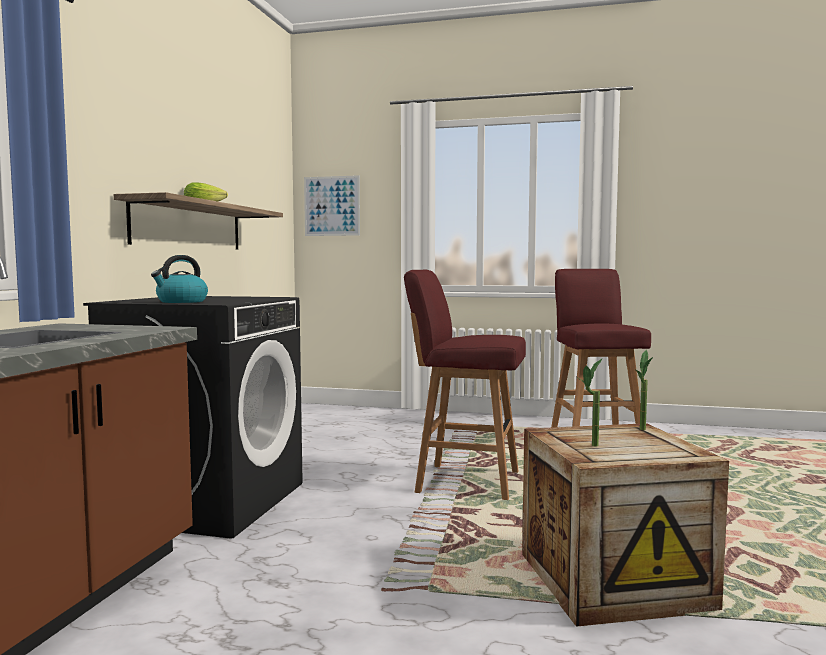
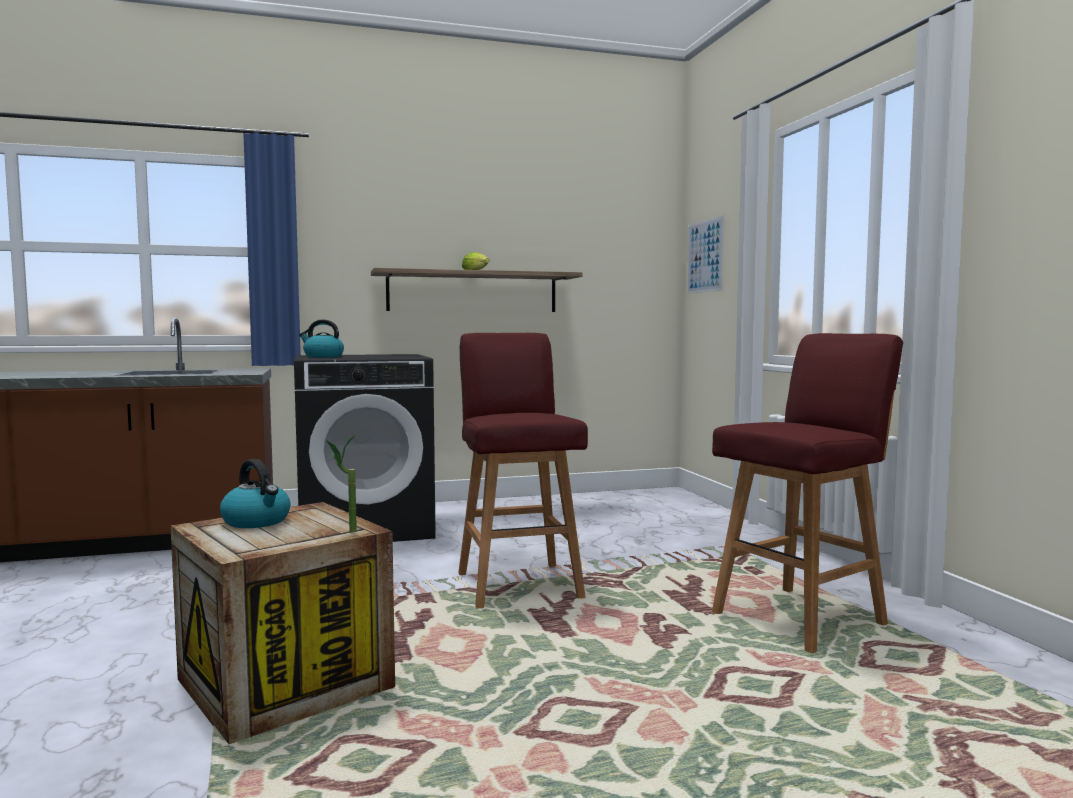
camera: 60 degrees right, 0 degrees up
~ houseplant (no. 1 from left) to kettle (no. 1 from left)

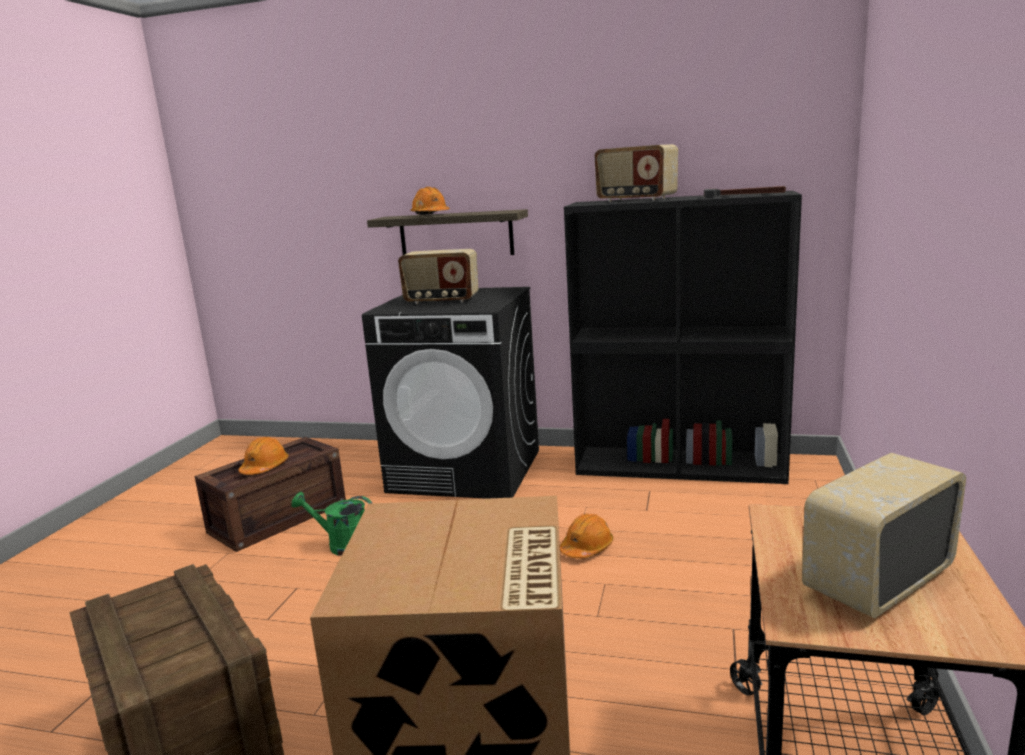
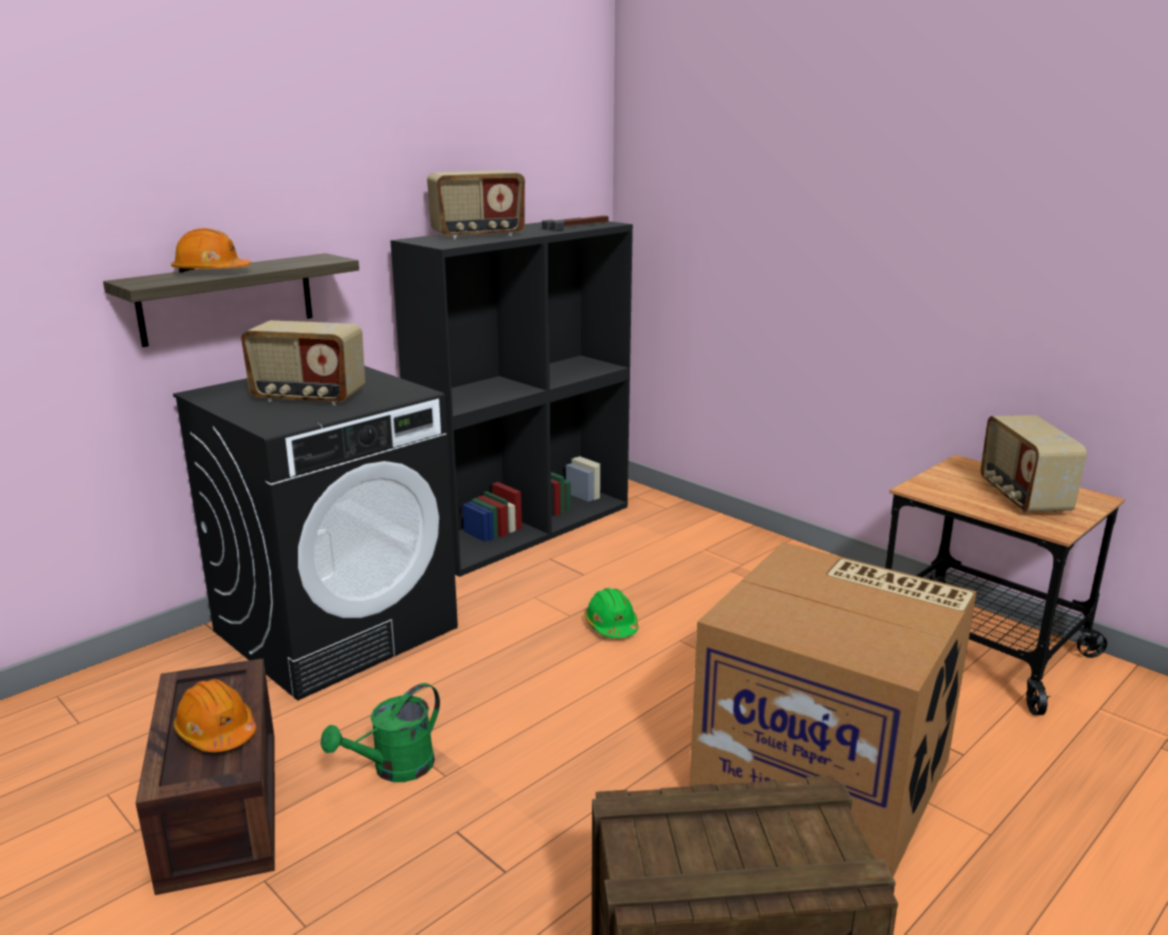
camera: 60 degrees left, 5 degrees up
~ work helmet (orange-coloured) (no. 3 from left) to work helmet (green)
~ radio (no. 1 from left) 60 degrees clockwise

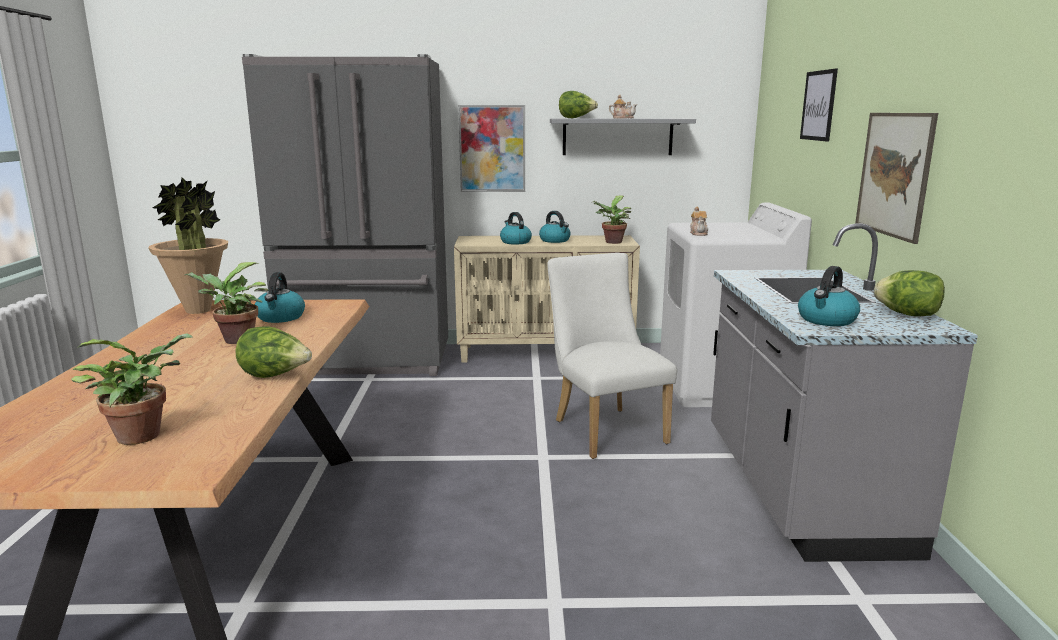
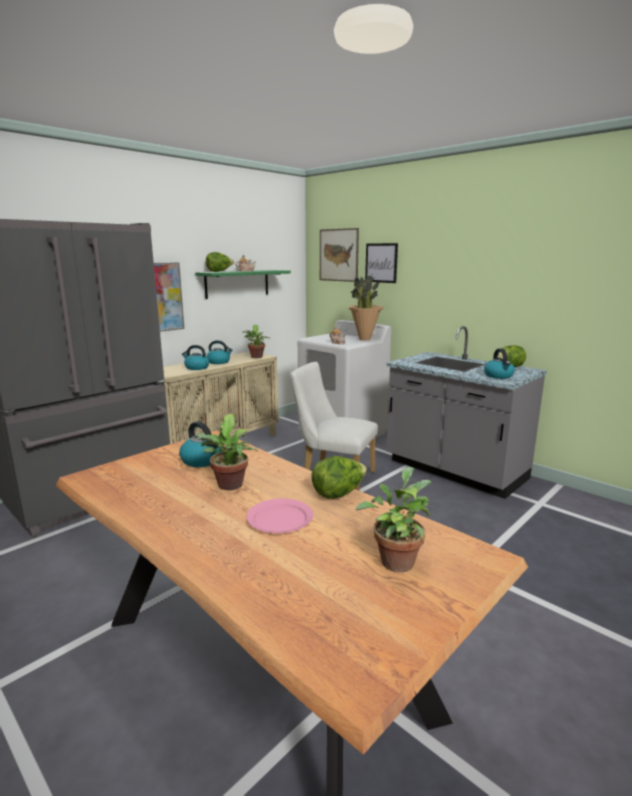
camera: 45 degrees left, 0 degrees up
+ dinner plate (pink-coloured)
~ houseplant (no. 2 from left in the first image) to houseplant (no. 3 from left)
~ picture (no. 3 from left in the first image) to picture (no. 2 from left)
~ wall shelf (greyish) to wall shelf (green)

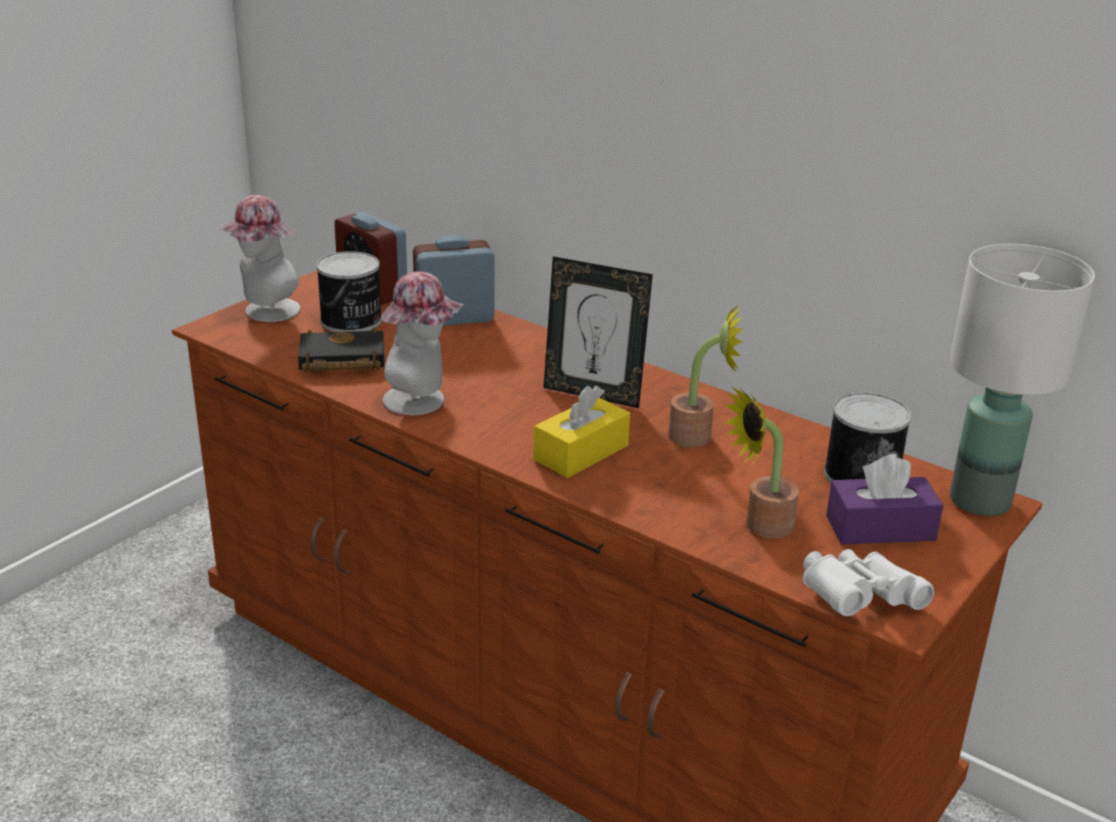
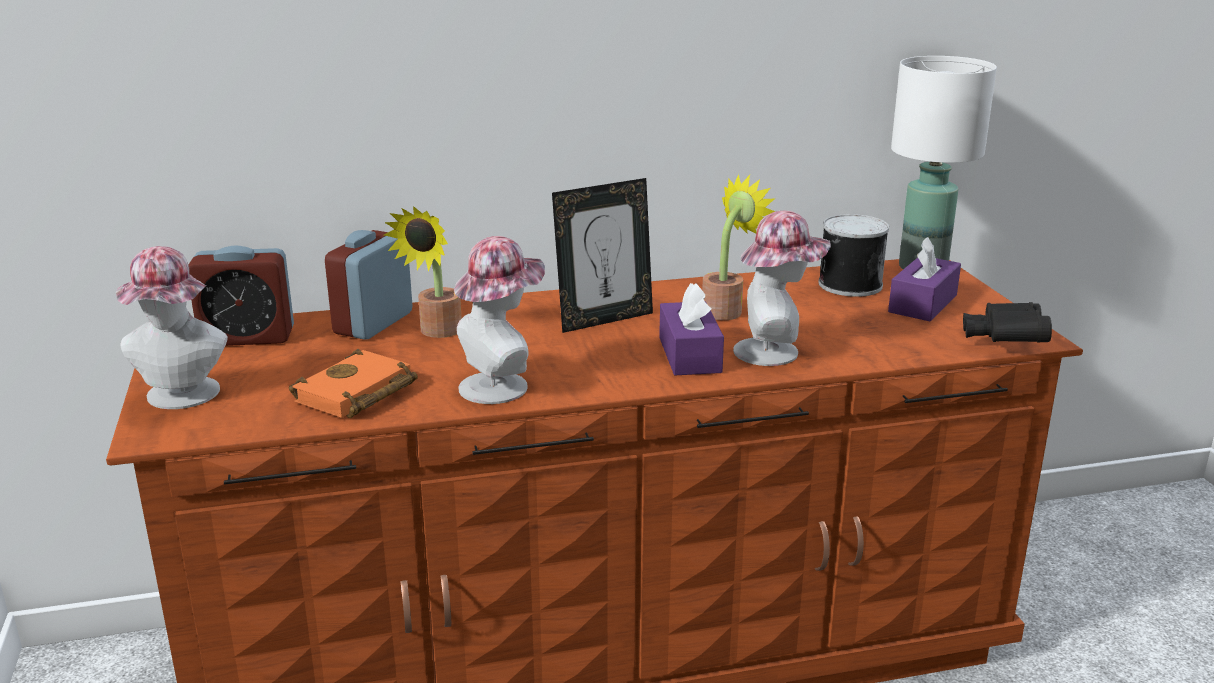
camera: 50 degrees left, 5 degrees down
- can (no. 1 from left)
+ clothing hat (no. 3 from left)
~ houseplant (no. 2 from left in the first image) to houseplant (no. 1 from left)
~ bound book (black-coloured) to bound book (orange-coloured)
~ box of tissues (yellow-coloured) to box of tissues (purplish) (no. 1 from left)
~ binoculars (white-coloured) to binoculars (black-coloured)

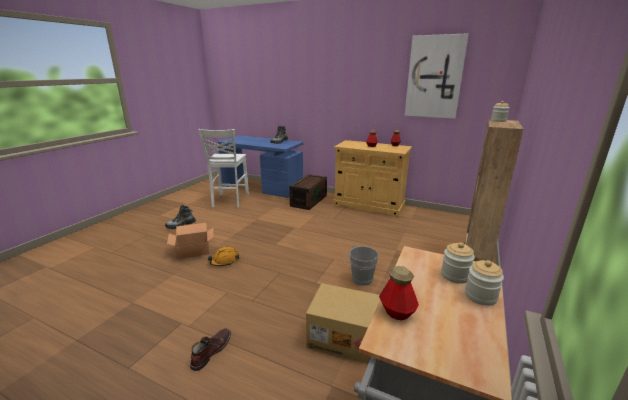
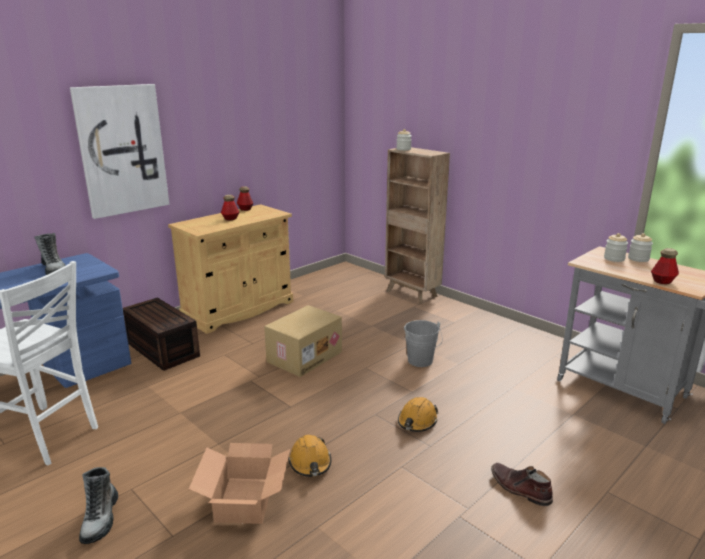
camera: 70 degrees left, 0 degrees up
+ work helmet (orange-coloured) (no. 2 from left)
~ cardboard box (no. 2 from left)
~ picture

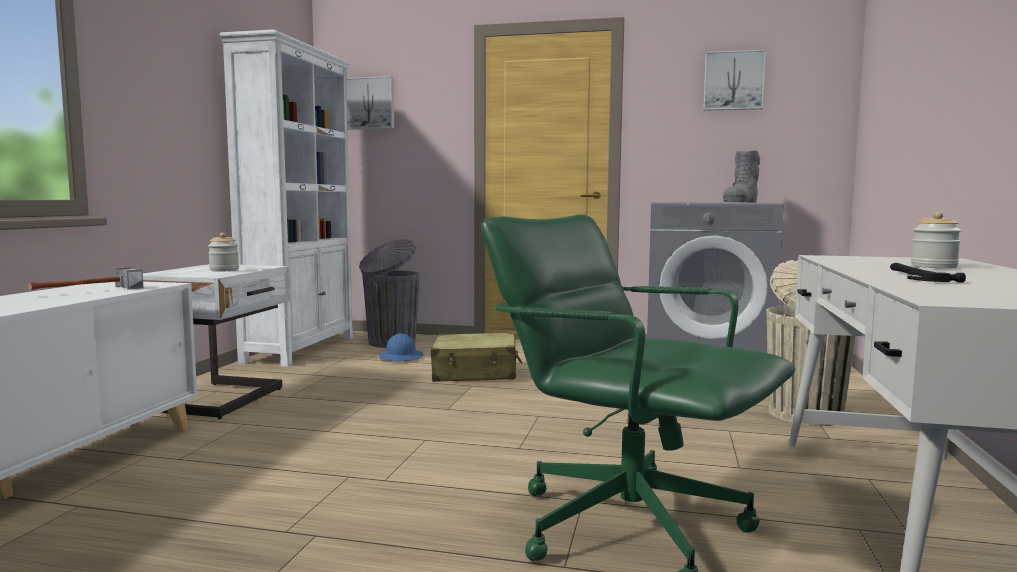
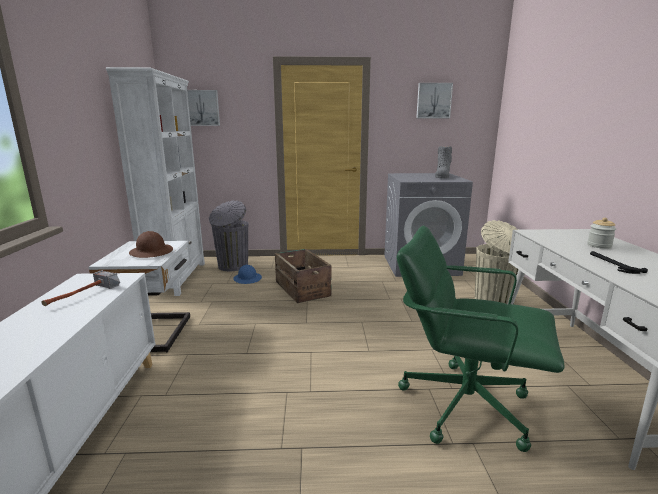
camera: 15 degrees left, 10 degrees up
~ jar (no. 1 from left) to work helmet (brown-coloured)
~ travel case (beige) to packing crate

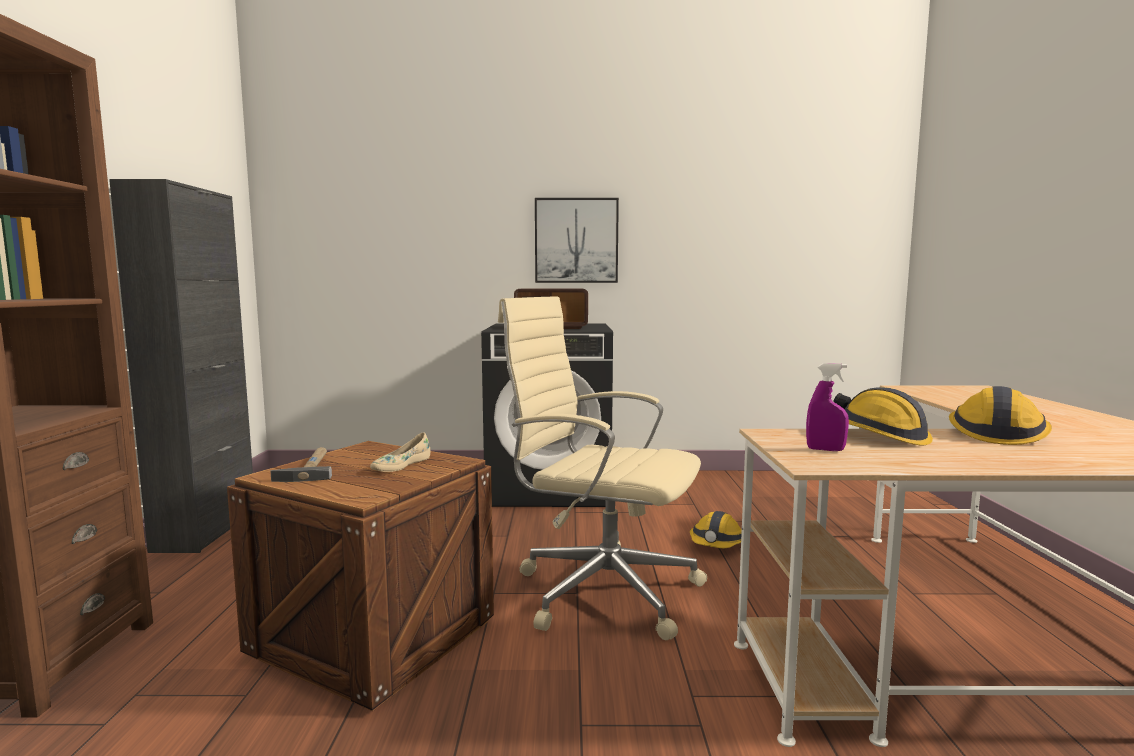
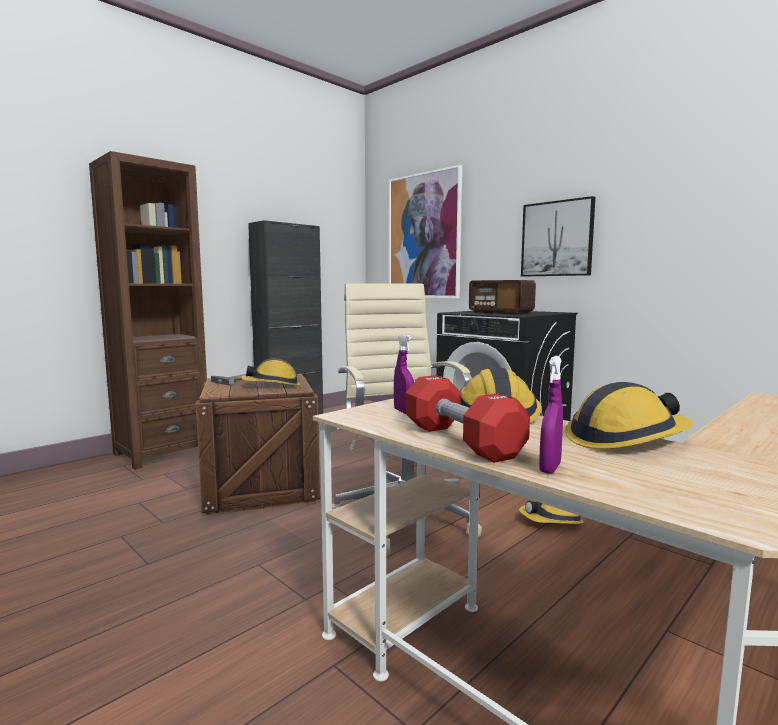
camera: 45 degrees right, 0 degrees up
+ picture (no. 1 from left)
+ free weight (red-coloured)
+ spray bottle (purplish) (no. 2 from left)
~ item of footwear (beige) to work helmet (no. 1 from left)

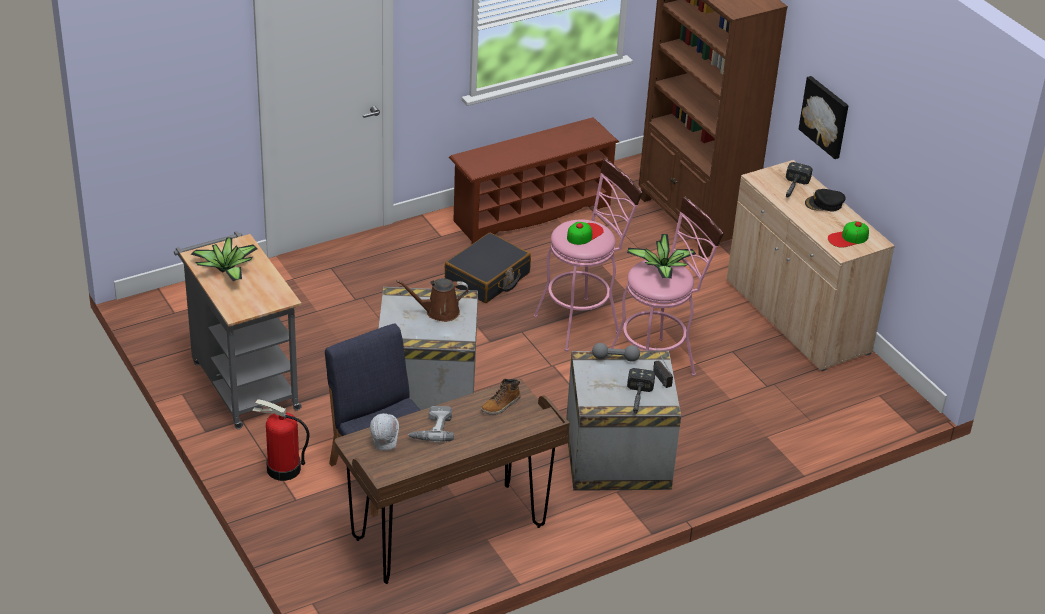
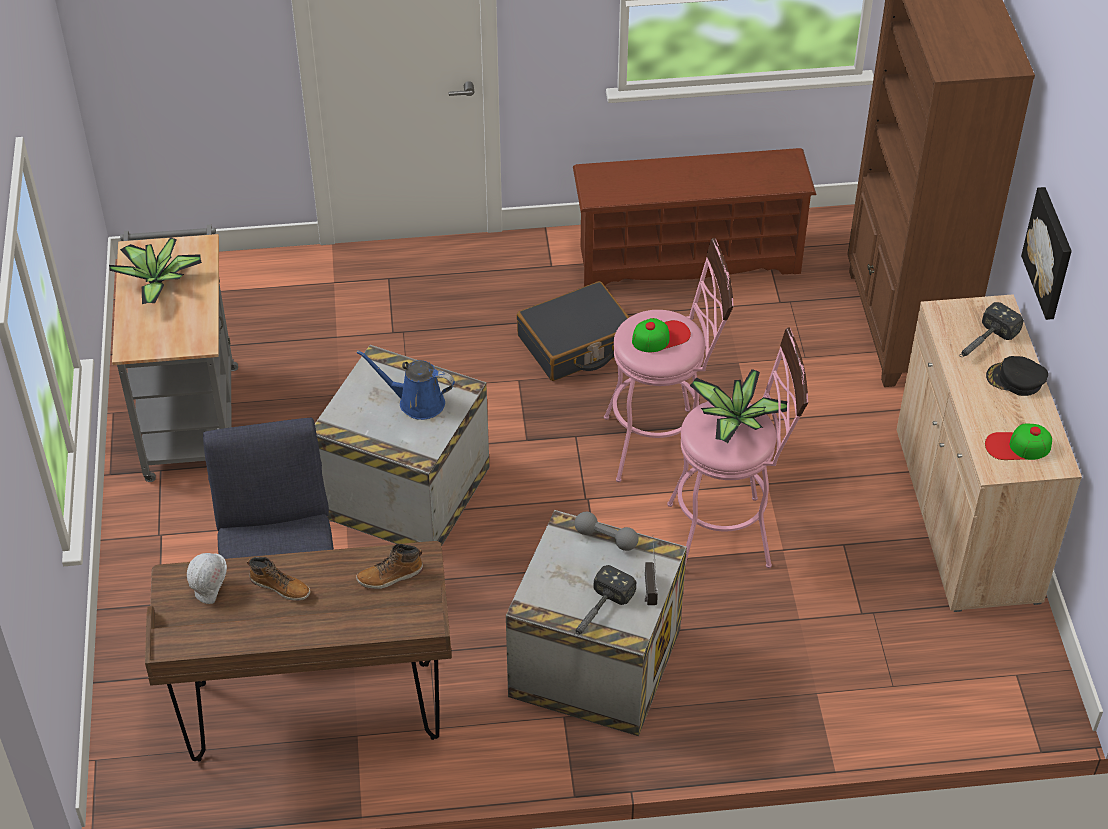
camera: 25 degrees right, 10 degrees up
- fire-fighting cylinder
~ electric drill to high-top boot (no. 1 from left)
~ sprinkling can (brown-coloured) to sprinkling can (blue)

